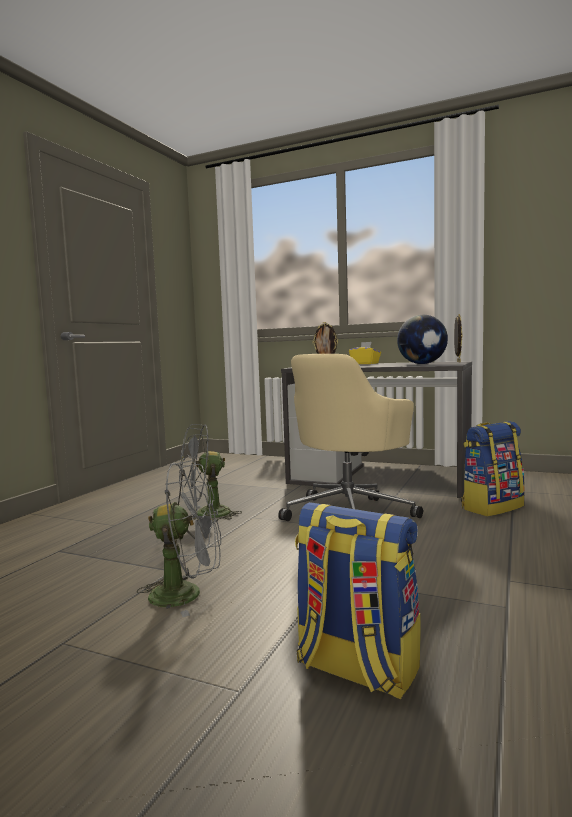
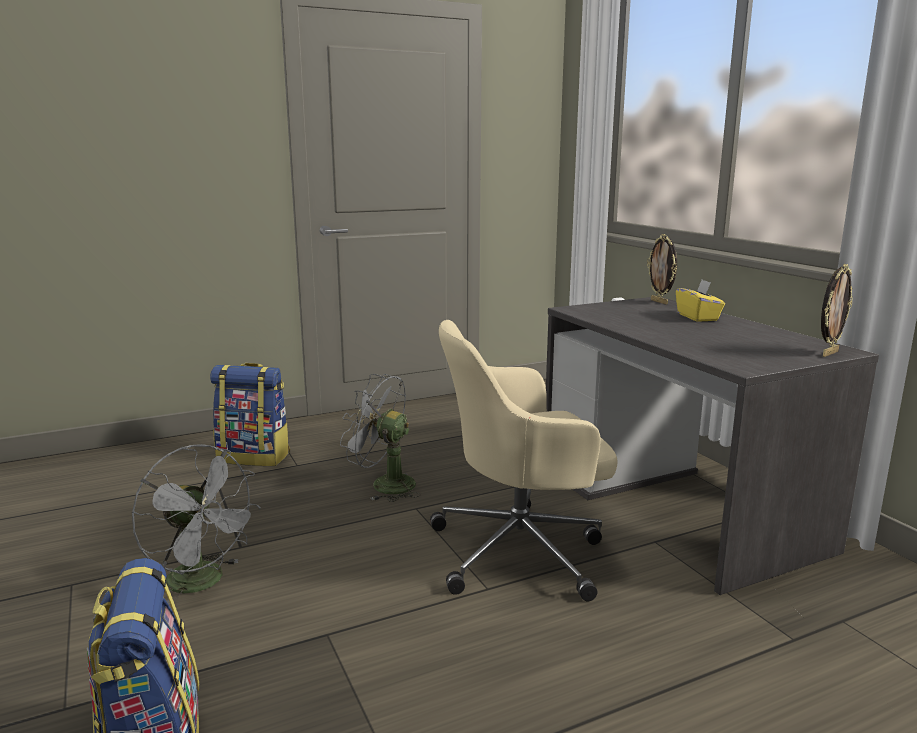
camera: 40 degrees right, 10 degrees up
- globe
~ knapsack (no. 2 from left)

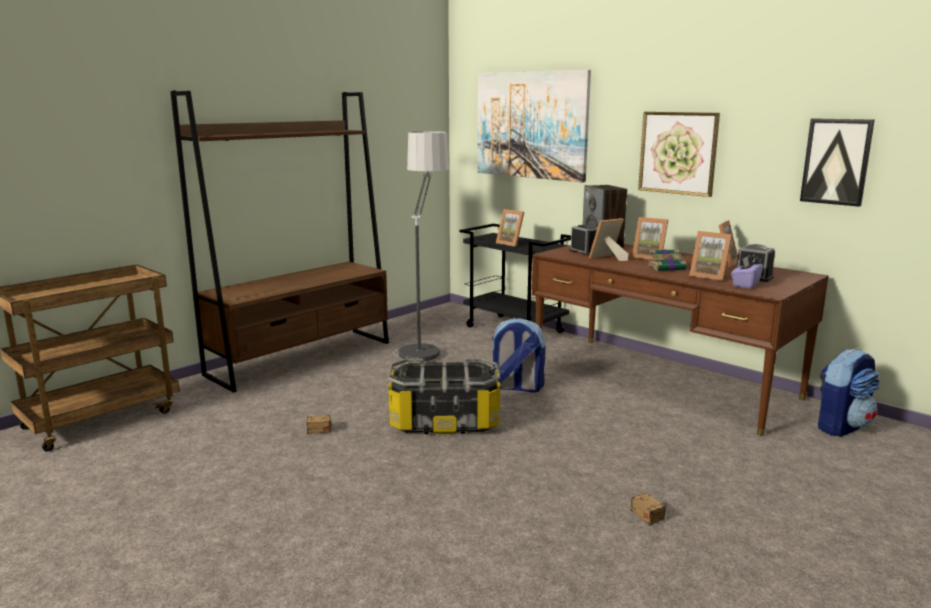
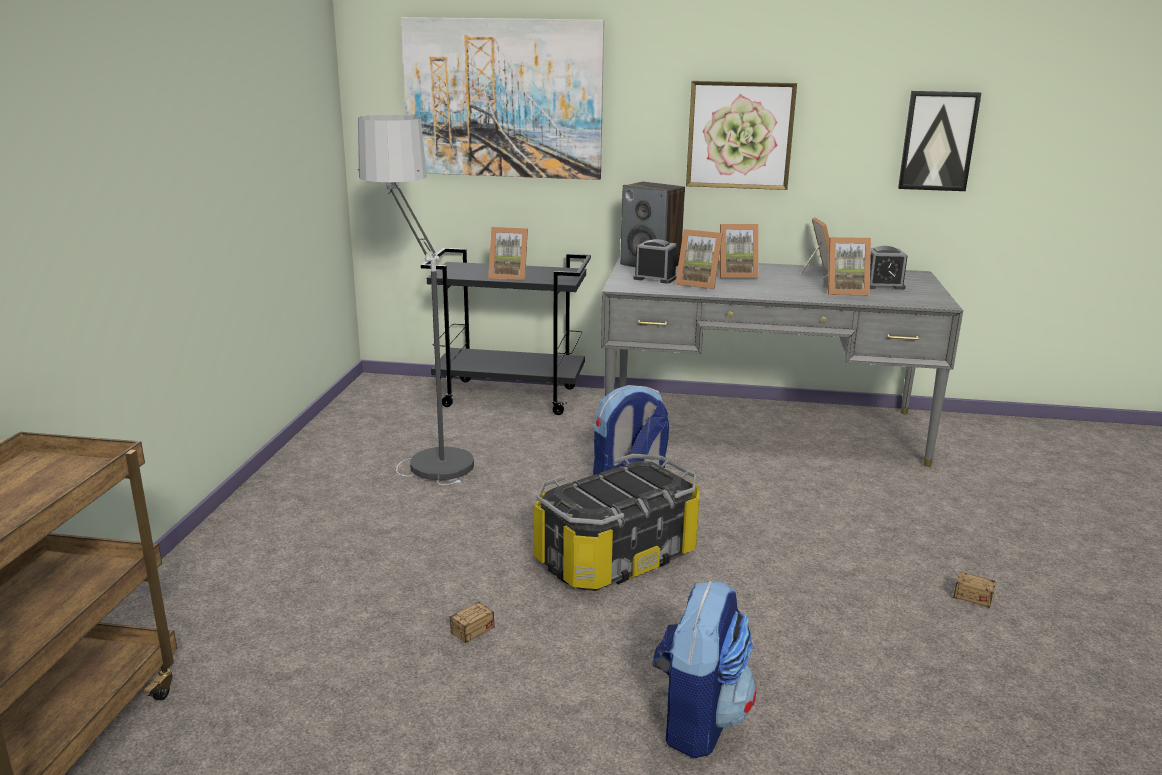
camera: 35 degrees left, 5 degrees up
- shelving unit (brown-coloured)
- bound book
- box of tissues (purplish)
~ knapsack (no. 2 from left)
~ desk unit (brown-coloured) to desk unit (greyish)
~ picture frame (no. 2 from left) 90 degrees counterclockwise

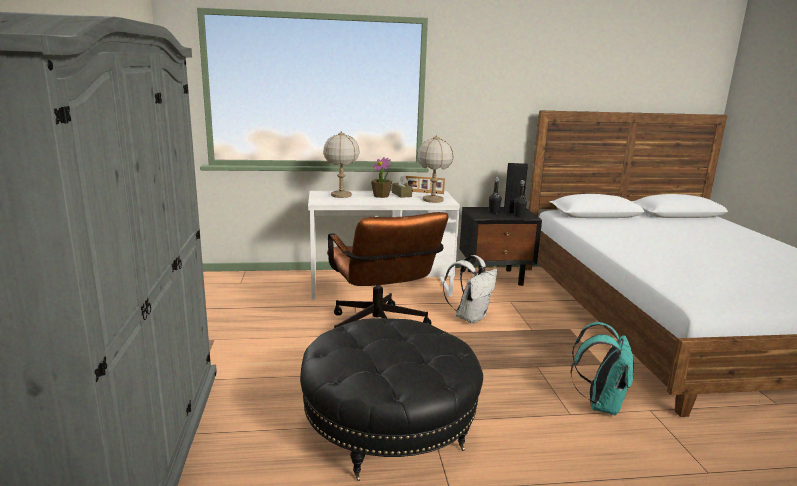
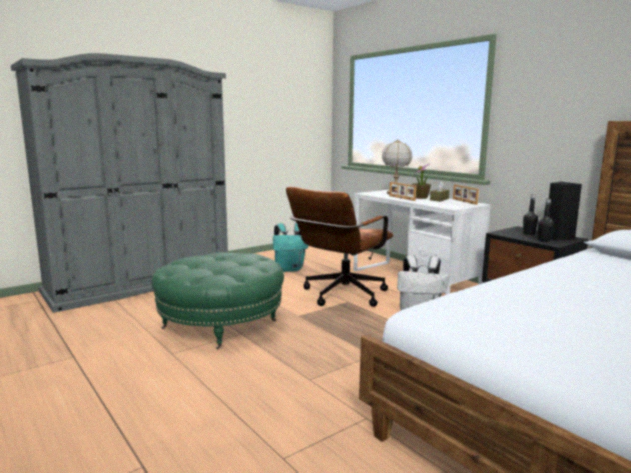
camera: 60 degrees right, 5 degrees down
- tabletop lamp (no. 2 from left)
+ picture frame (no. 1 from left)
~ knapsack (blue-green)
~ footrest (black-coloured) to footrest (green)

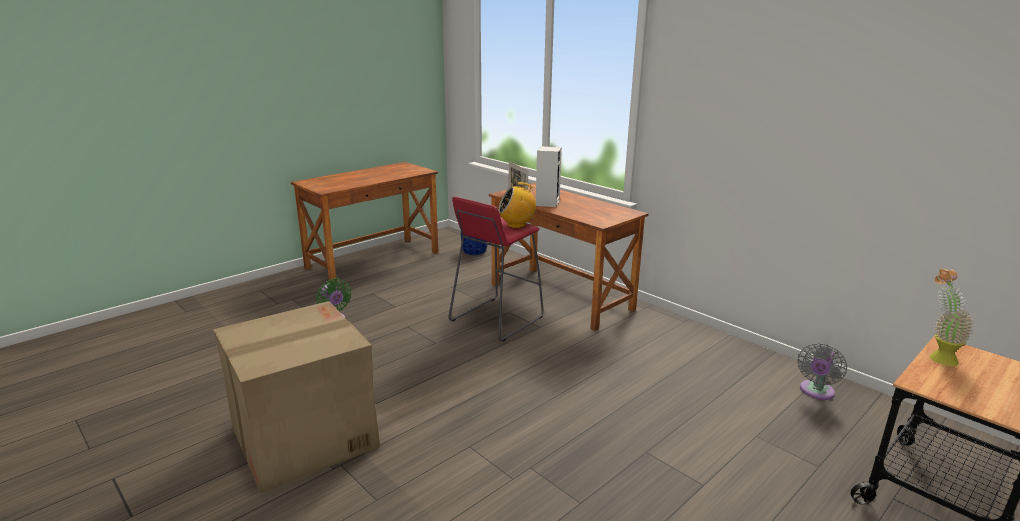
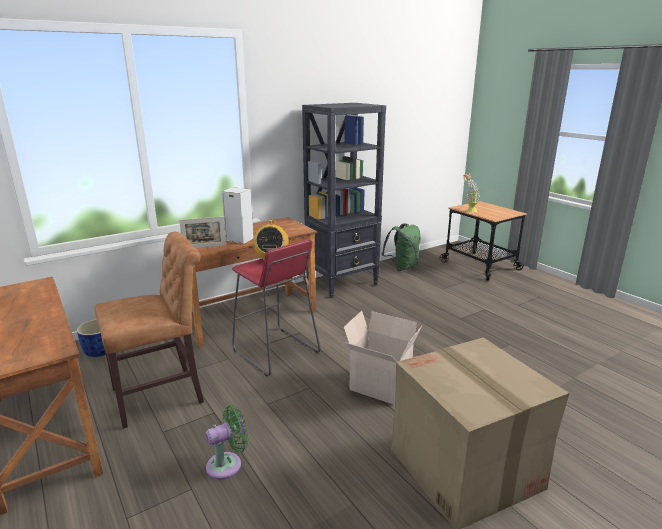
camera: 80 degrees left, 0 degrees up
+ plain chair (brown-coloured)
+ shelving unit (black-coloured)
+ cardboard box (no. 1 from left)
~ fan (greyish) to knapsack (green)

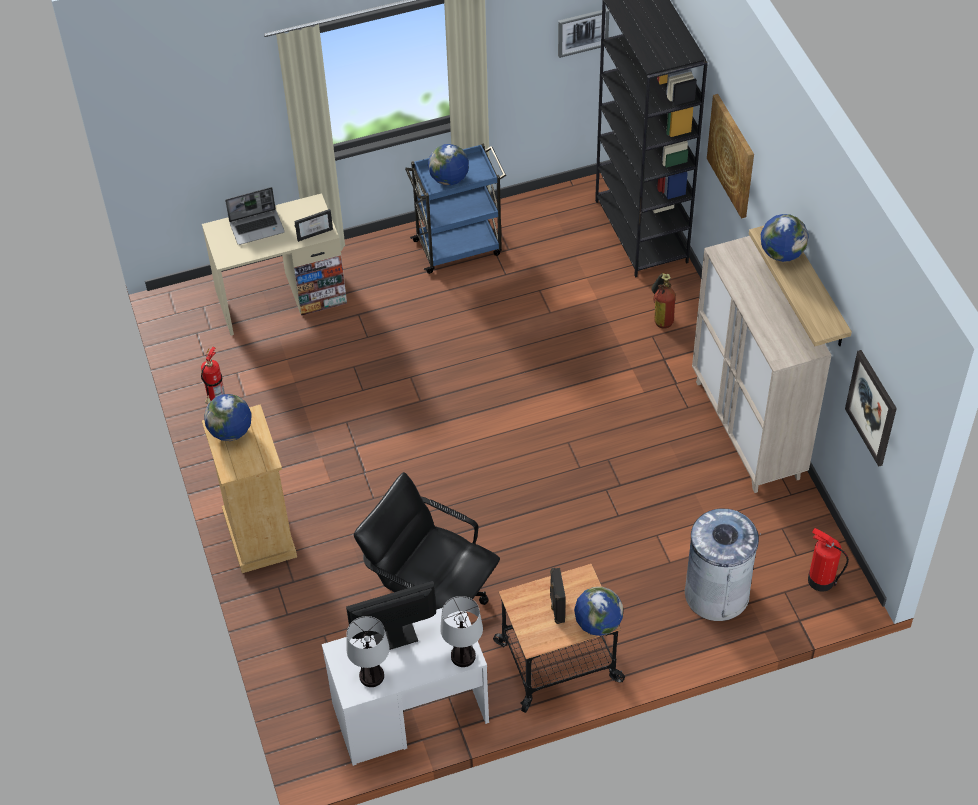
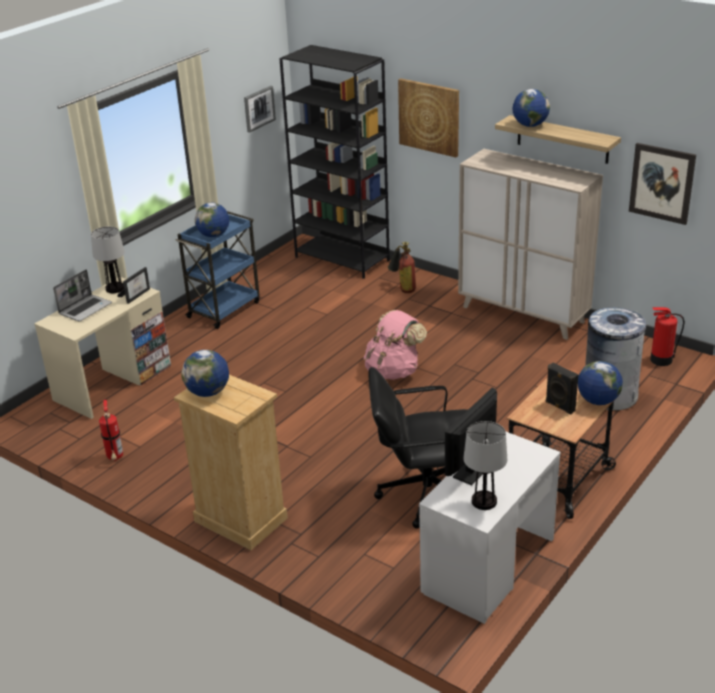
camera: 35 degrees left, 20 degrees down
+ knapsack (pink-coloured)
~ tabletop lamp (no. 2 from left in the first image) to tabletop lamp (no. 1 from left)

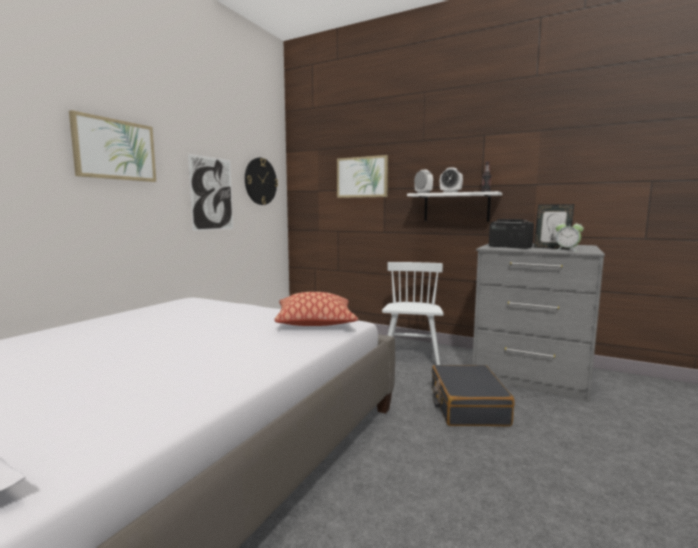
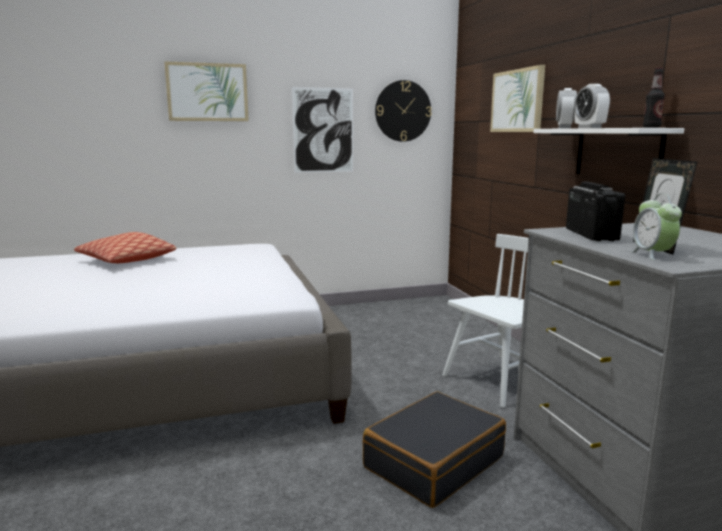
camera: 45 degrees right, 5 degrees up
~ cushion

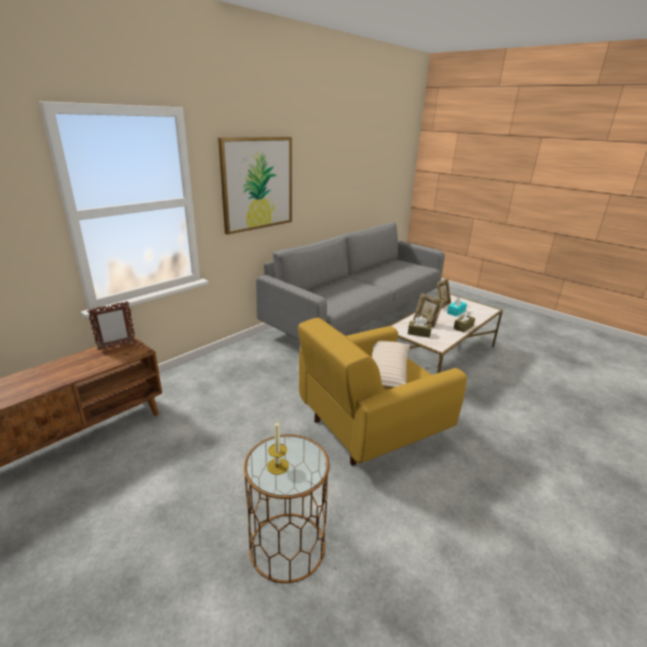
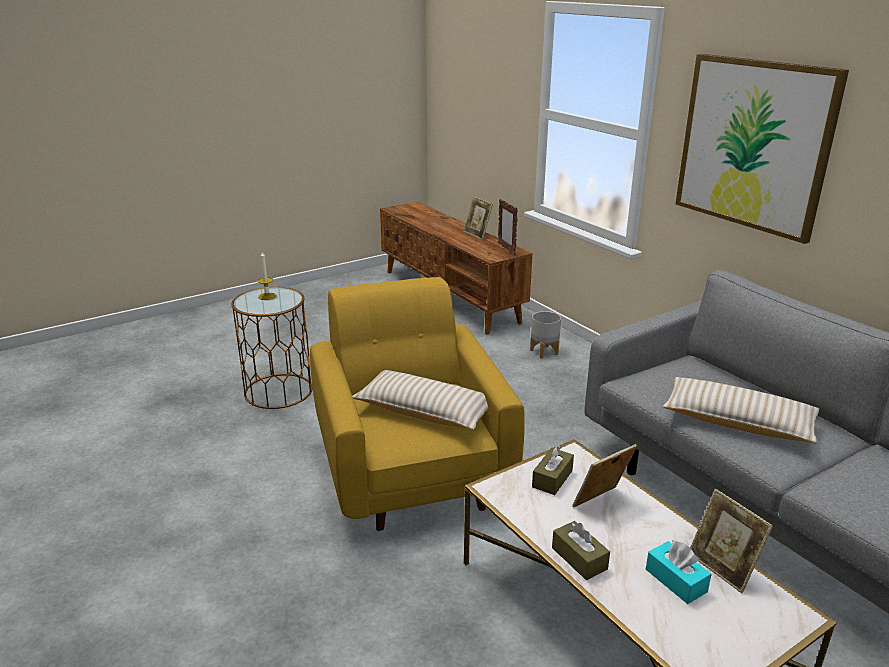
camera: 105 degrees right, 0 degrees up
+ picture frame (no. 1 from left)
+ flower pot (greyish)
+ cushion (beige) (no. 2 from left)

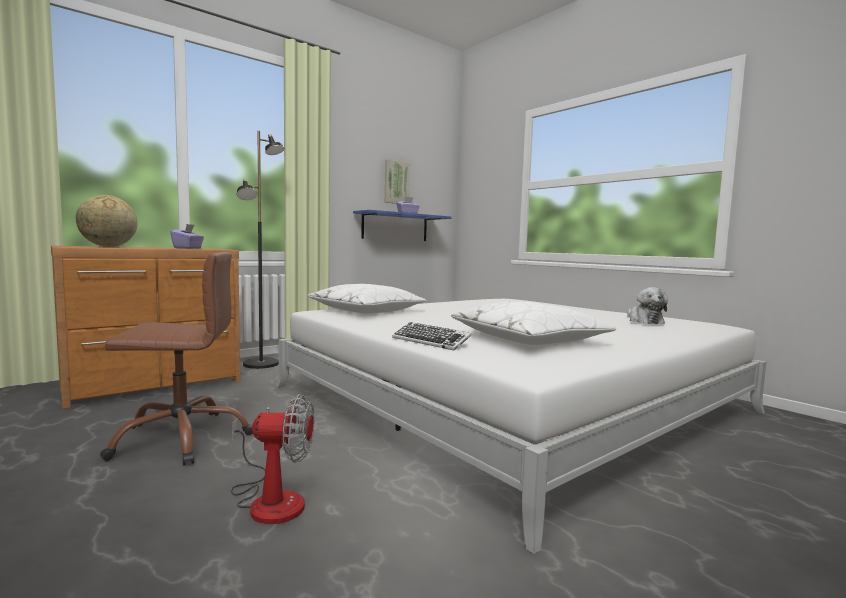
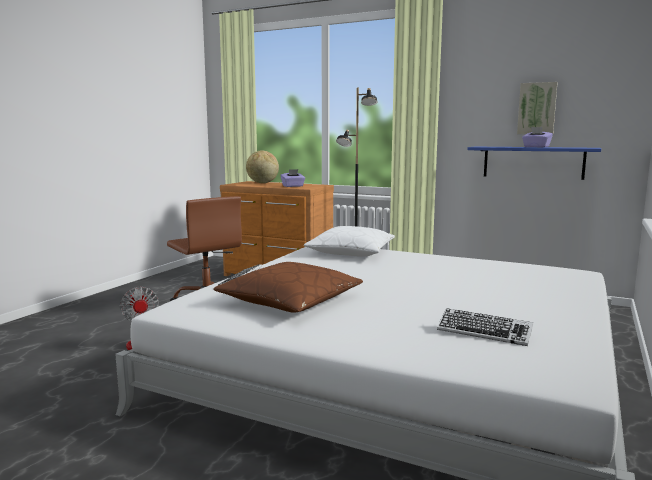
camera: 65 degrees right, 5 degrees up
~ soft toy to keyboard (no. 2 from left)
~ cushion (white-coloured) (no. 2 from left) to cushion (brown-coloured)

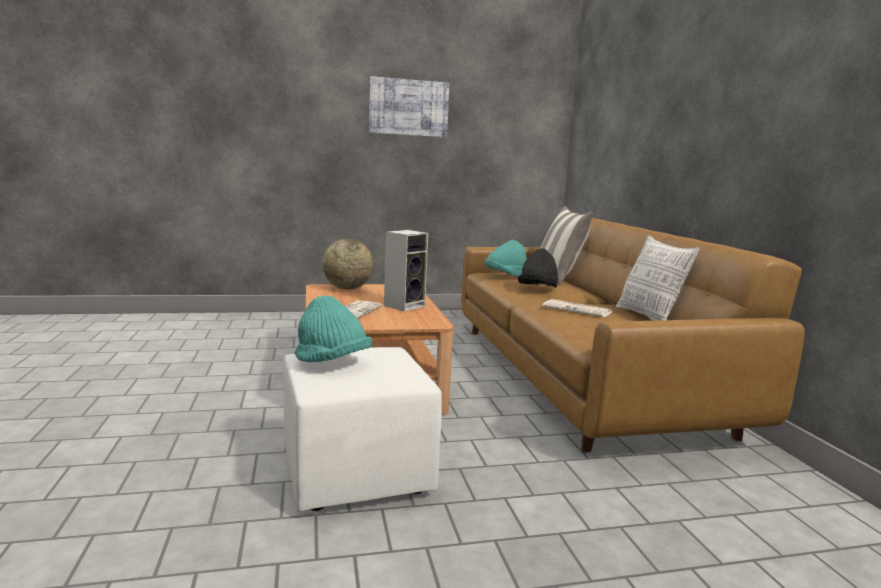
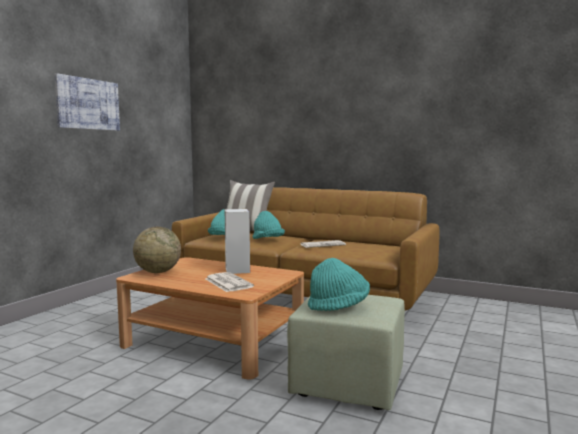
camera: 50 degrees left, 5 degrees down
- cushion (no. 2 from left)
~ footrest (white-coloured) to footrest (green)
~ clothing hat (black-coloured) to clothing hat (blue-green) (no. 2 from left)

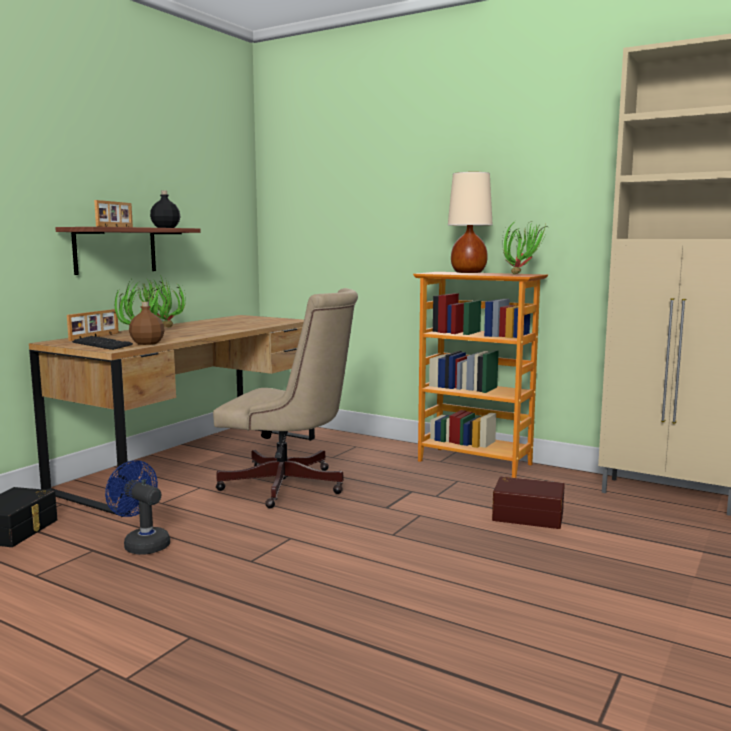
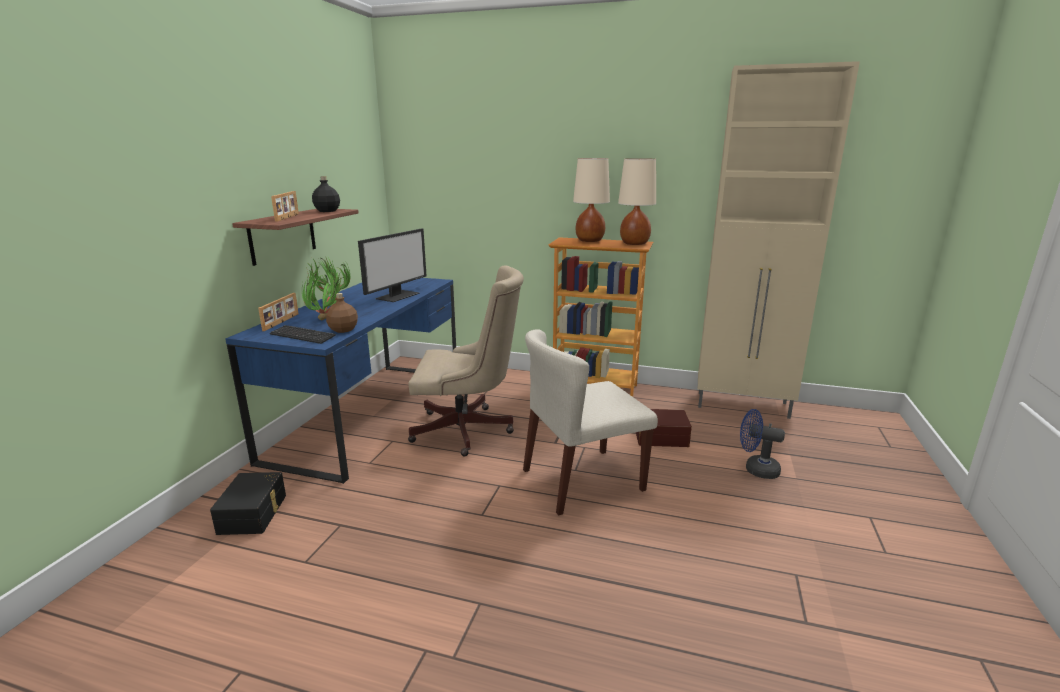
camera: 15 degrees left, 10 degrees up
+ computer screen
+ plain chair (beige)
~ fan (blue)
~ houseplant (no. 3 from left) to tabletop lamp (beige) (no. 2 from left)
~ desk unit (brown-coloured) to desk unit (blue)

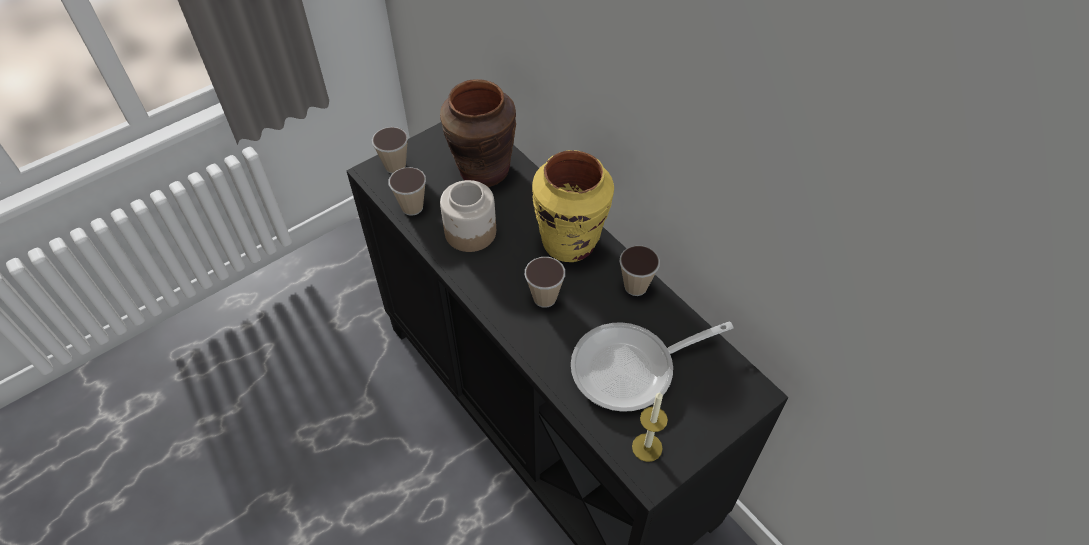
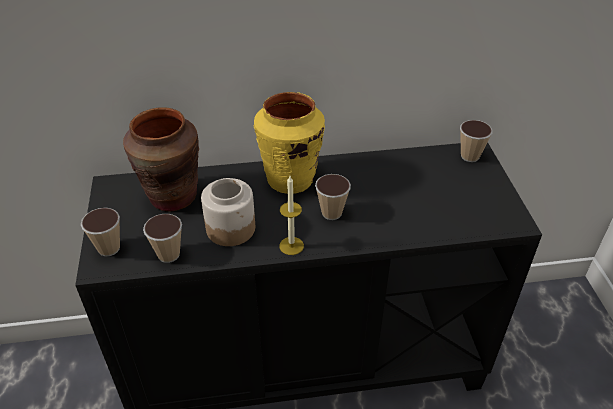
camera: 60 degrees left, 10 degrees down
- frying pan
~ small cup (no. 4 from left)
~ wax light

